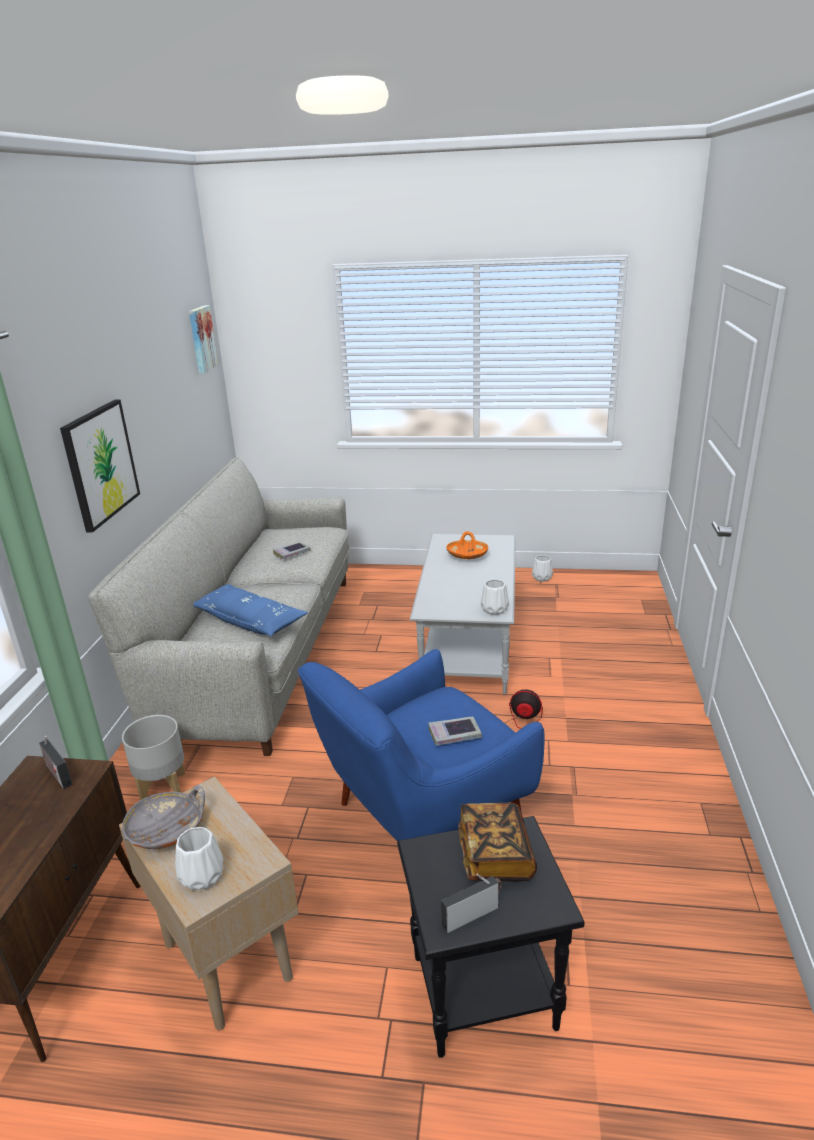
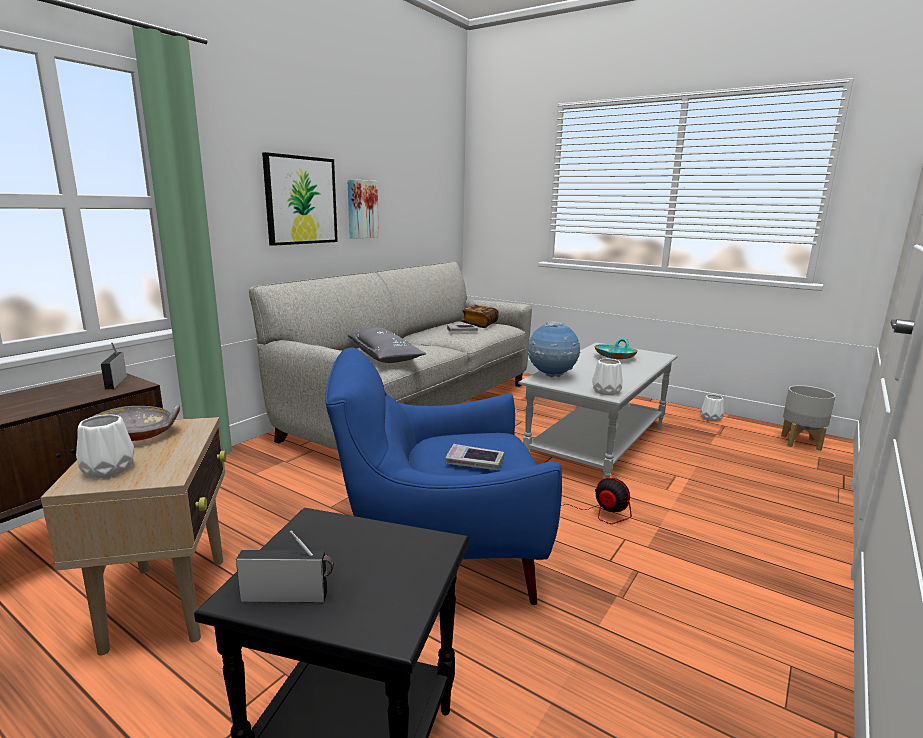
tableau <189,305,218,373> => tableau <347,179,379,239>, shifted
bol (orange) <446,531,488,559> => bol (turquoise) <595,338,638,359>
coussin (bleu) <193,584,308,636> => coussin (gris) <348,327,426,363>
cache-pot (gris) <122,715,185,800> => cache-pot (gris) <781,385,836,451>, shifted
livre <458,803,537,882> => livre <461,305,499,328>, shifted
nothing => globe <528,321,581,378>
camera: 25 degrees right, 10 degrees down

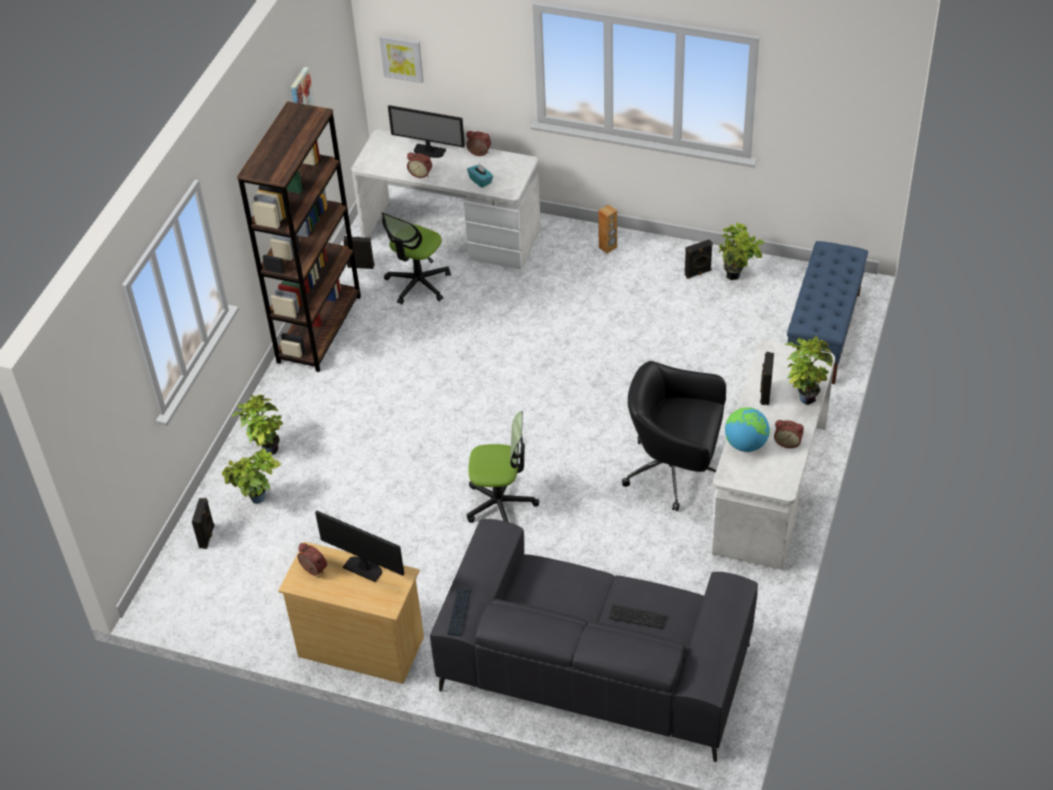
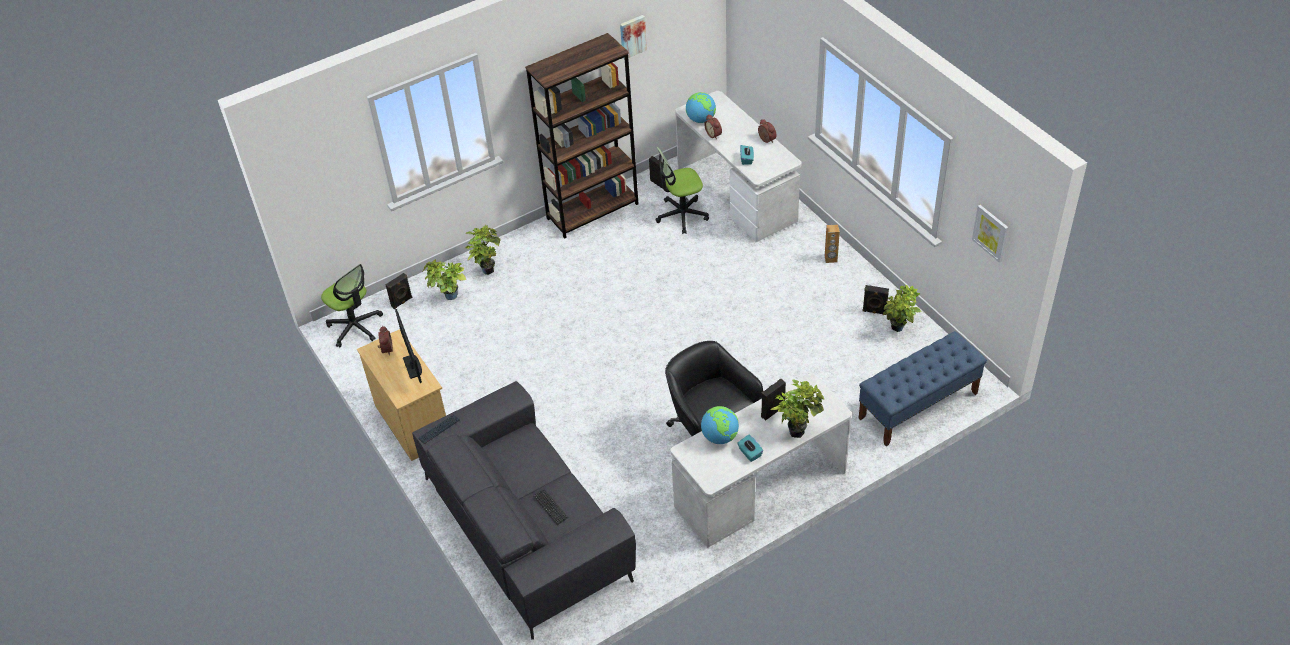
tableau <379,35,424,83> => tableau <972,205,1008,262>, shifted
écran d'ordinateur <388,105,465,158> => nothing
chaise de bureau <467,411,539,523> => chaise de bureau <321,264,383,347>, shifted
réveil <774,420,804,448> => boîte à mouchoirs (turquoise) <737,434,763,462>
nothing => globe <686,92,716,123>
camera: 40 degrees right, 0 degrees up

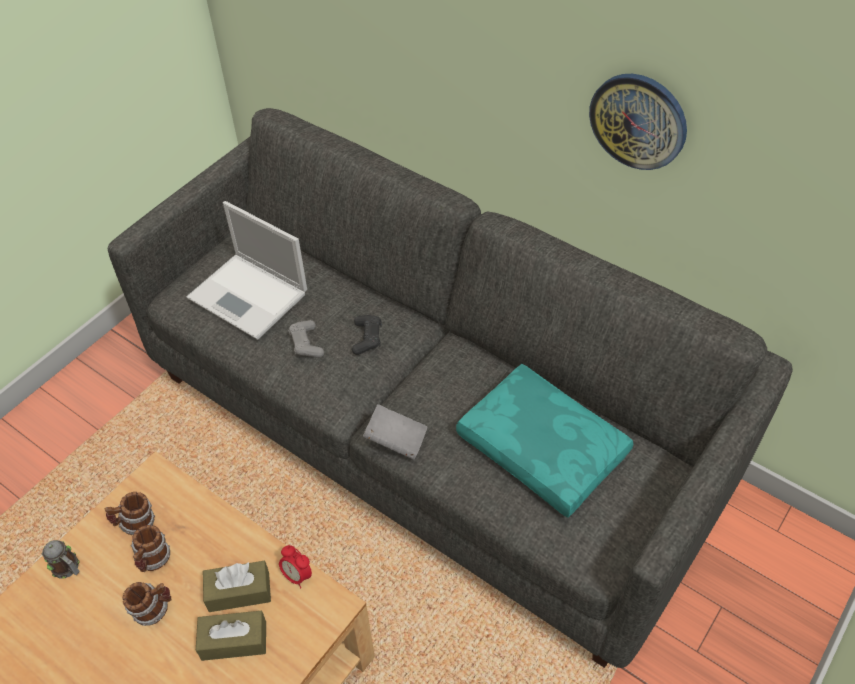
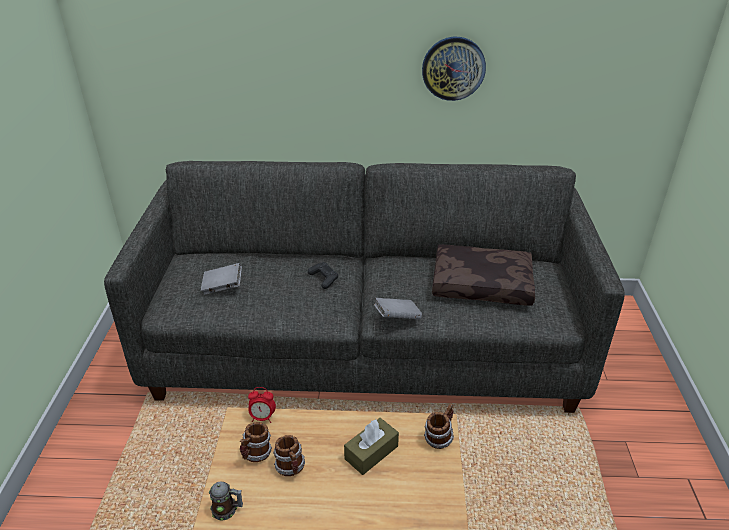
ordinateur portable <187,201,307,340> => livre (gris) <201,263,242,295>
manette (gris) <288,320,324,358> => nothing
coussin (turquoise) <456,364,634,518> => coussin (marron) <432,244,535,306>
réveil <279,545,312,588> => réveil <248,387,276,423>, shifted
mug <123,582,171,626> => mug <424,403,454,449>, shifted
boîte à mouchoirs (marron) <196,611,266,661> => nothing
camera: 35 degrees left, 15 degrees down

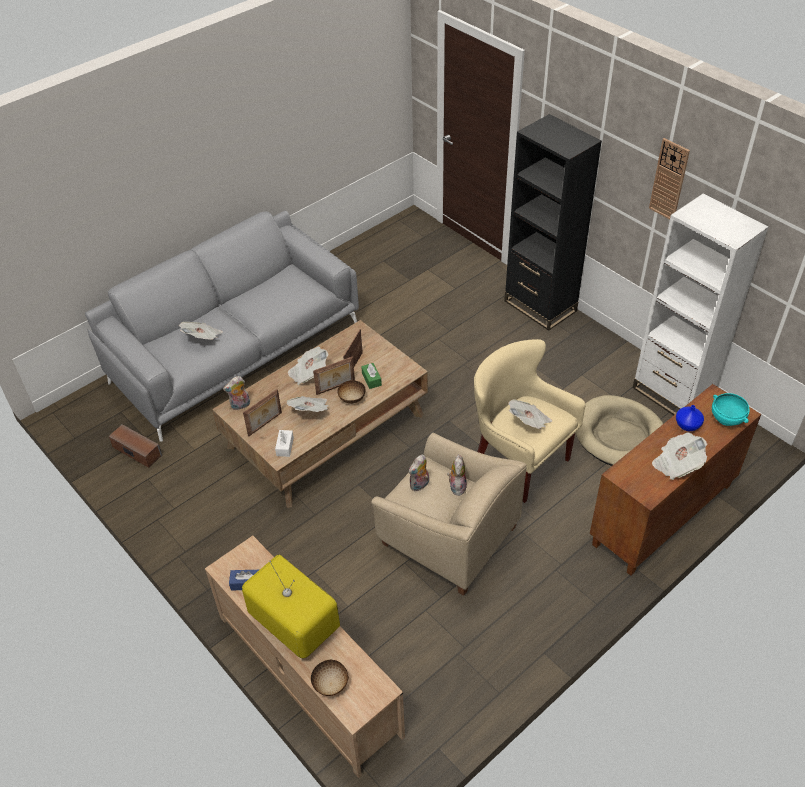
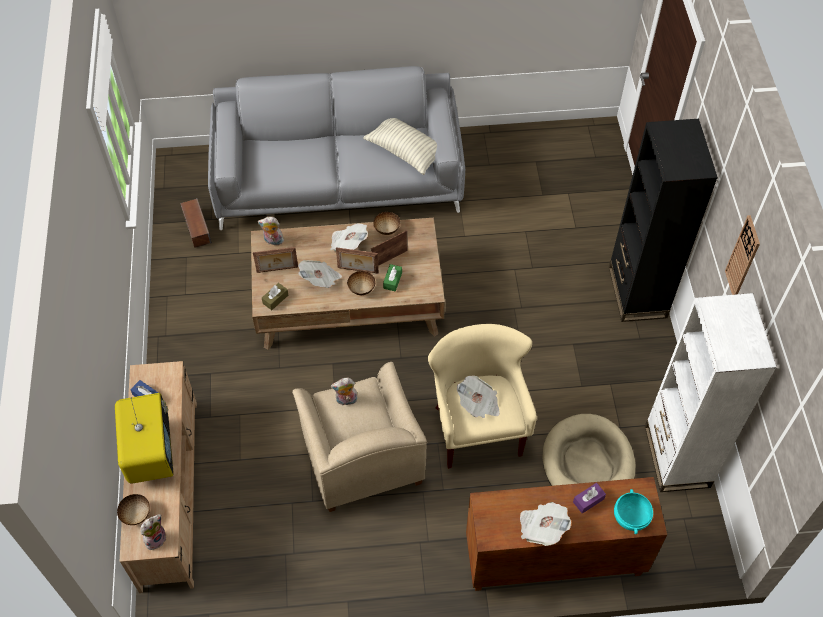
journal <179,322,223,340> => nothing
vase (bleu) <676,405,704,431> => boîte à mouchoirs (violet) <573,483,606,514>
boîte à mouchoirs (blanc) <275,430,294,457> => boîte à mouchoirs (marron) <262,283,288,310>
peluche <447,454,467,496> => peluche <140,514,167,550>, shifted
nothing => coussin <363,118,437,175>
nothing => bol <373,212,400,235>
camera: 35 degrees right, 10 degrees up

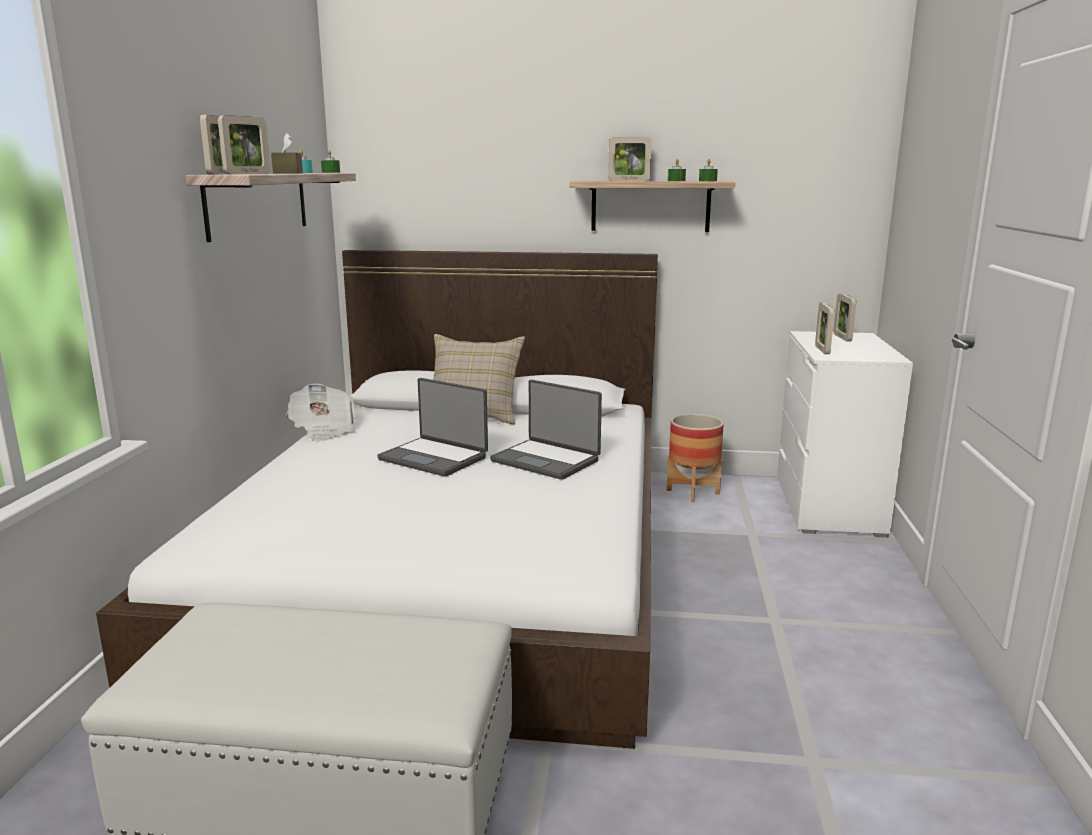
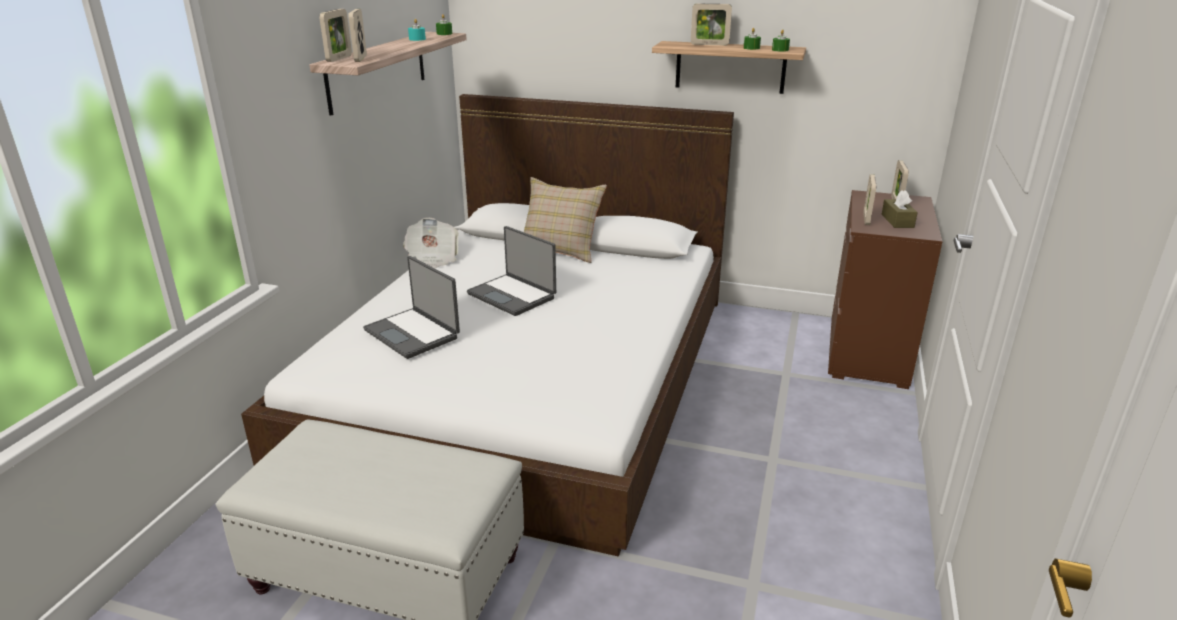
cadre photo <218,115,271,174> => cadre photo <348,9,367,62>, 135 degrees clockwise
boîte à mouchoirs (marron) <271,133,303,174> => boîte à mouchoirs (marron) <882,190,918,228>, shifted
commode (blanc) <777,331,913,538> => commode (marron) <828,190,943,389>
ordinateur portable <490,380,602,480> => ordinateur portable <363,256,460,359>, shifted
cache-pot <666,414,724,502> => nothing
camera: 10 degrees right, 10 degrees up

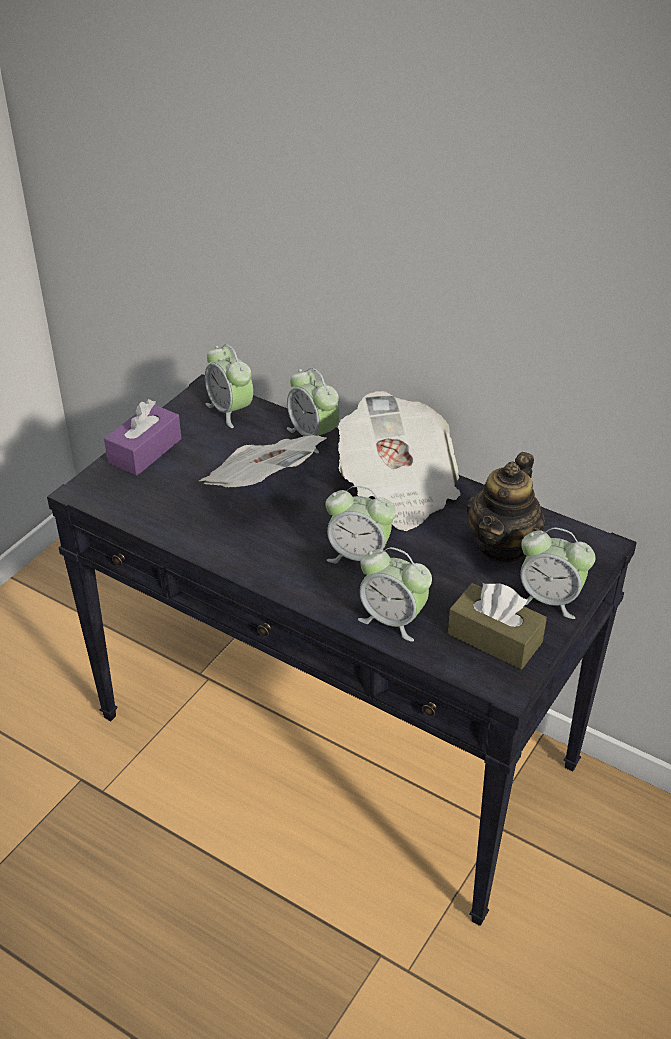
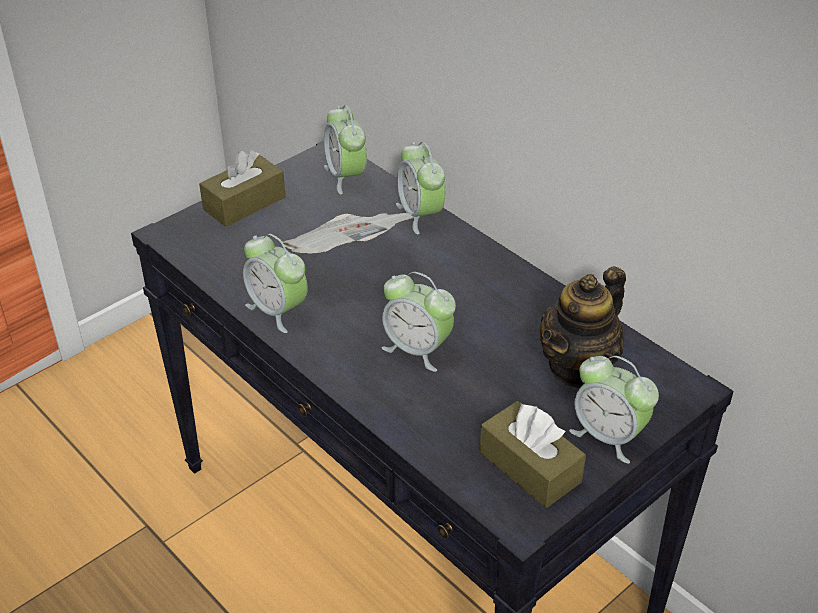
journal <338,391,460,531> => nothing
boîte à mouchoirs (violet) <104,399,181,476> => boîte à mouchoirs (marron) <199,150,285,227>
réveil <358,547,432,641> => réveil <243,234,308,333>, shifted
camera: 15 degrees right, 0 degrees up

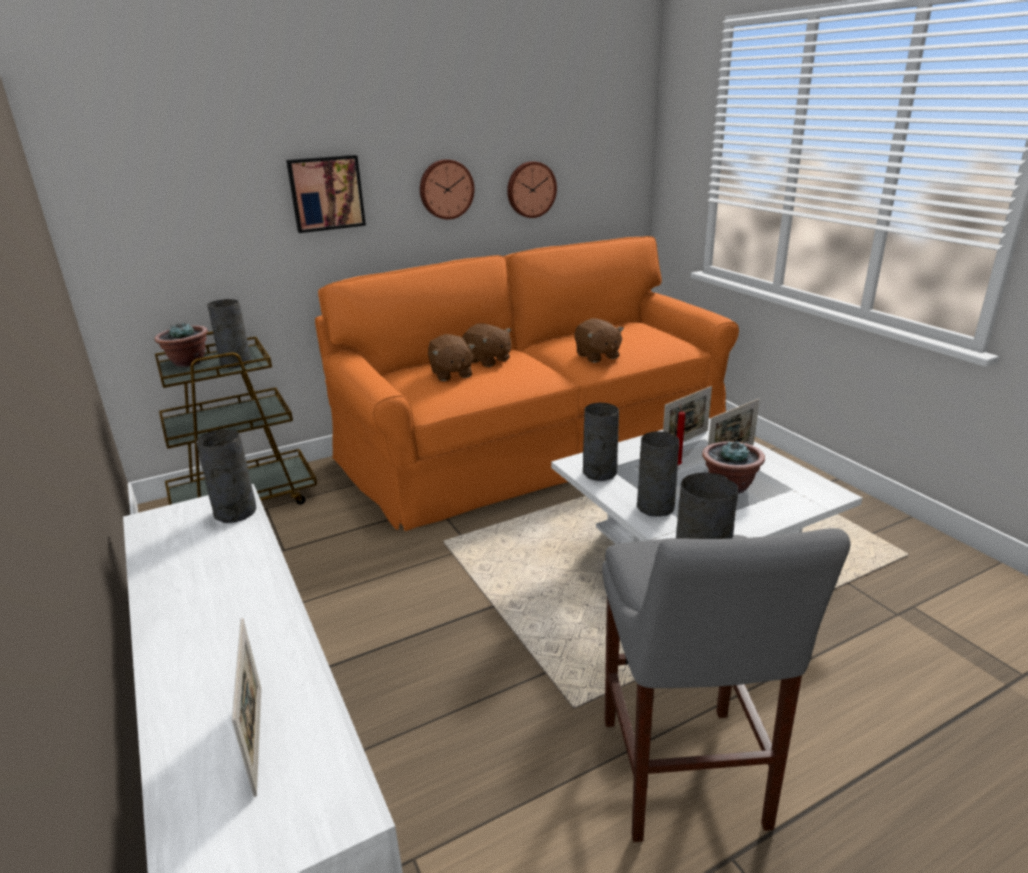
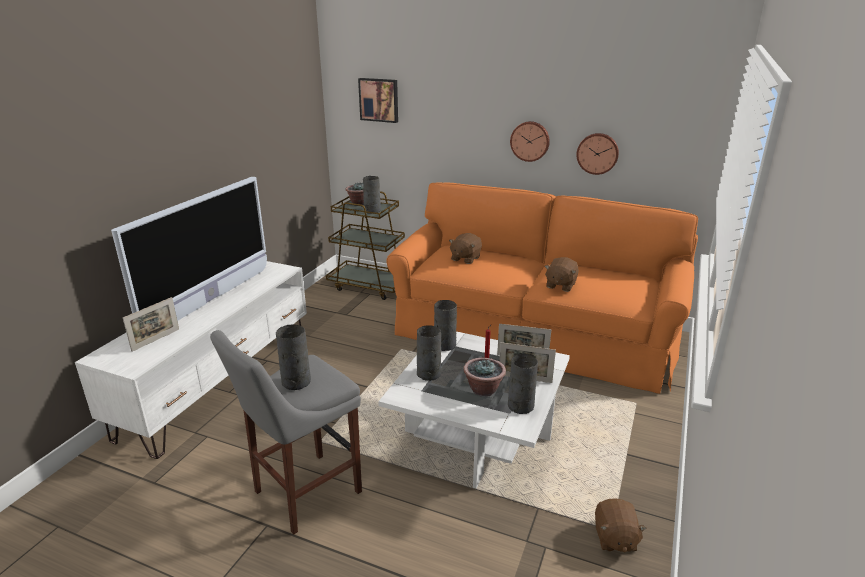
tableau <286,155,366,233> => tableau <358,78,398,123>, shifted
peluche (marron) <462,323,511,367> => peluche (marron) <595,499,647,552>, shifted
vase (gris) <196,429,256,523> => vase (gris) <508,354,538,414>, shifted
nothing => téléviseur <111,177,267,321>
camera: 50 degrees right, 0 degrees up

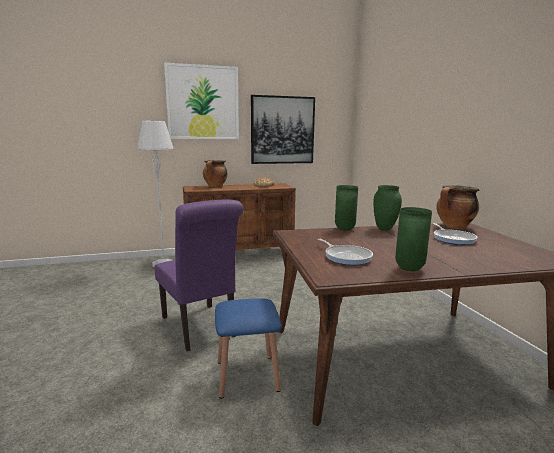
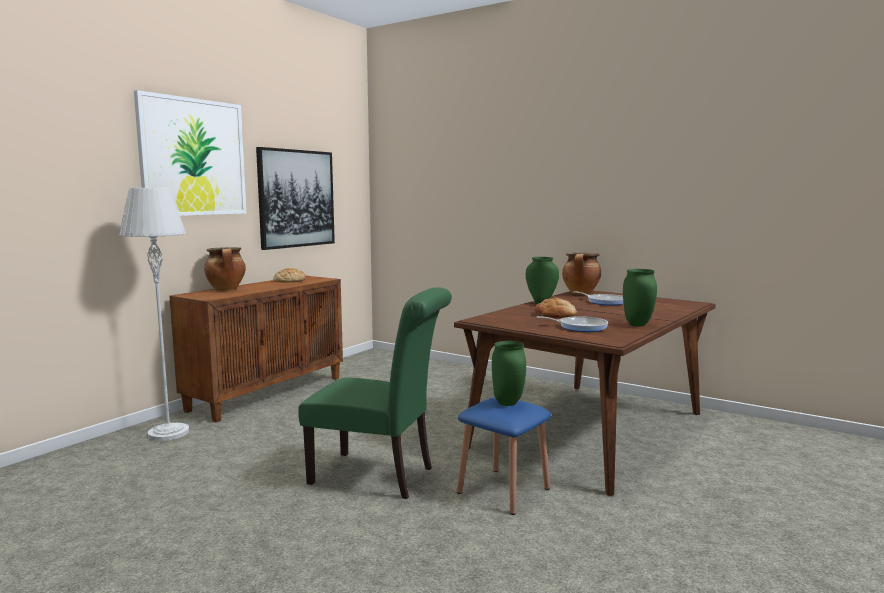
vase (vert) <335,185,358,231> => vase (vert) <492,341,526,406>, shifted
chaise (violet) <154,200,243,351> => chaise (vert) <298,287,452,499>
nothing => pain <535,298,577,318>
camera: 40 degrees left, 5 degrees down

